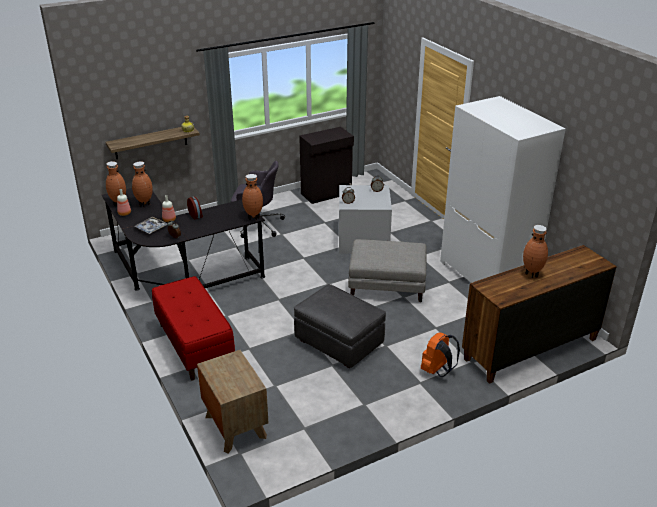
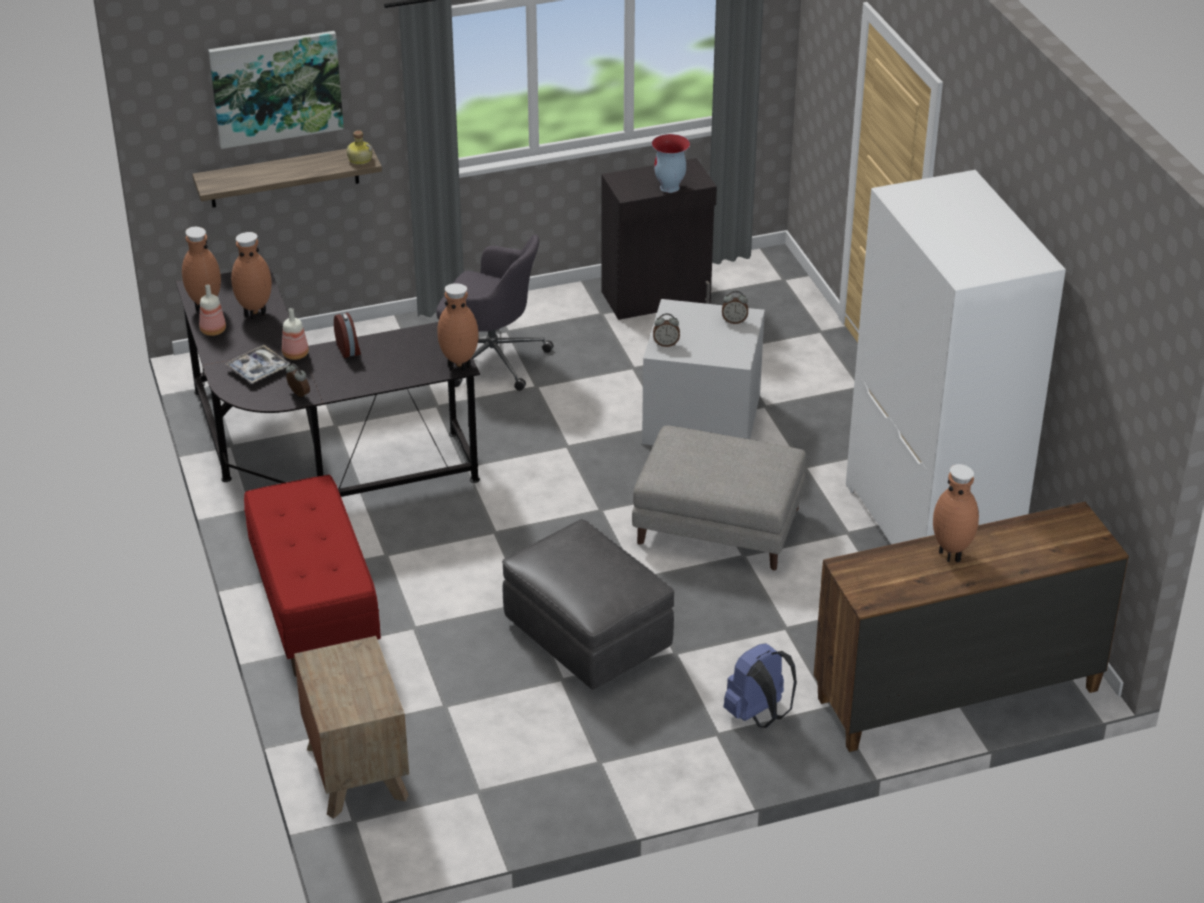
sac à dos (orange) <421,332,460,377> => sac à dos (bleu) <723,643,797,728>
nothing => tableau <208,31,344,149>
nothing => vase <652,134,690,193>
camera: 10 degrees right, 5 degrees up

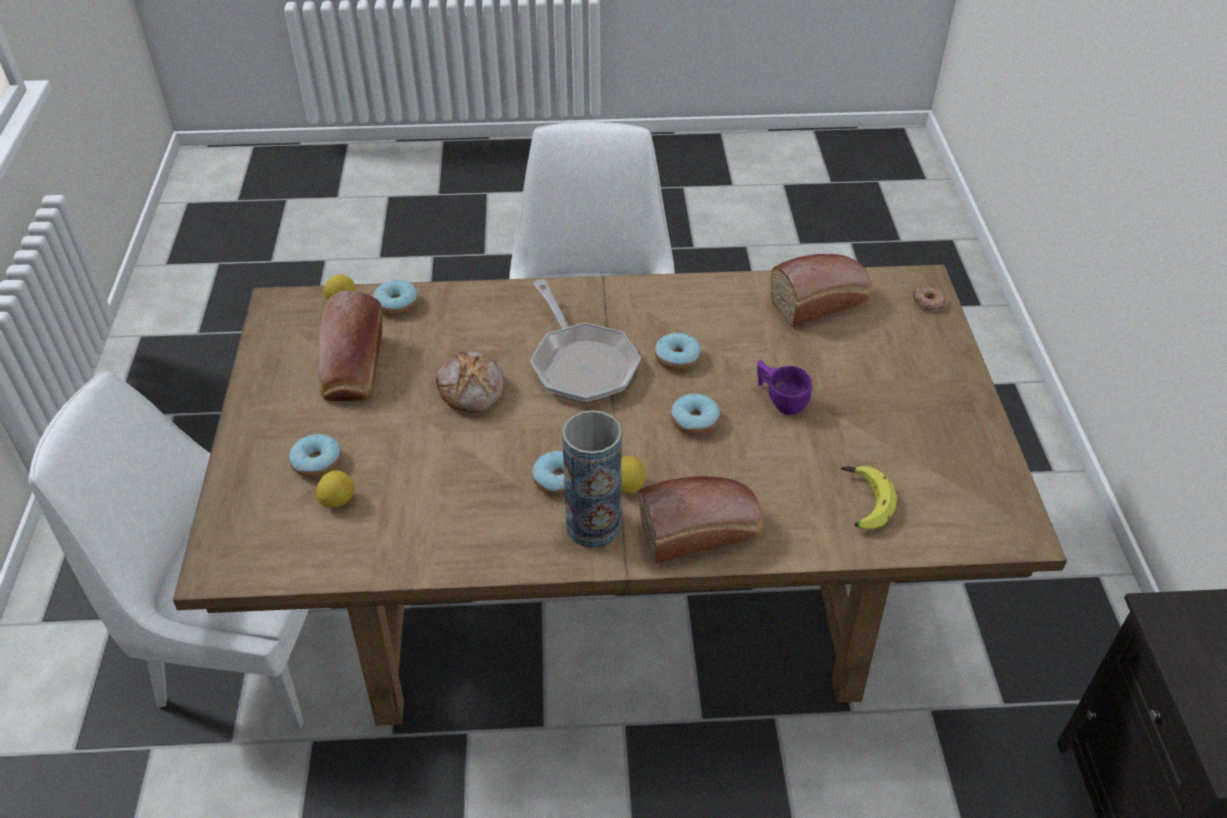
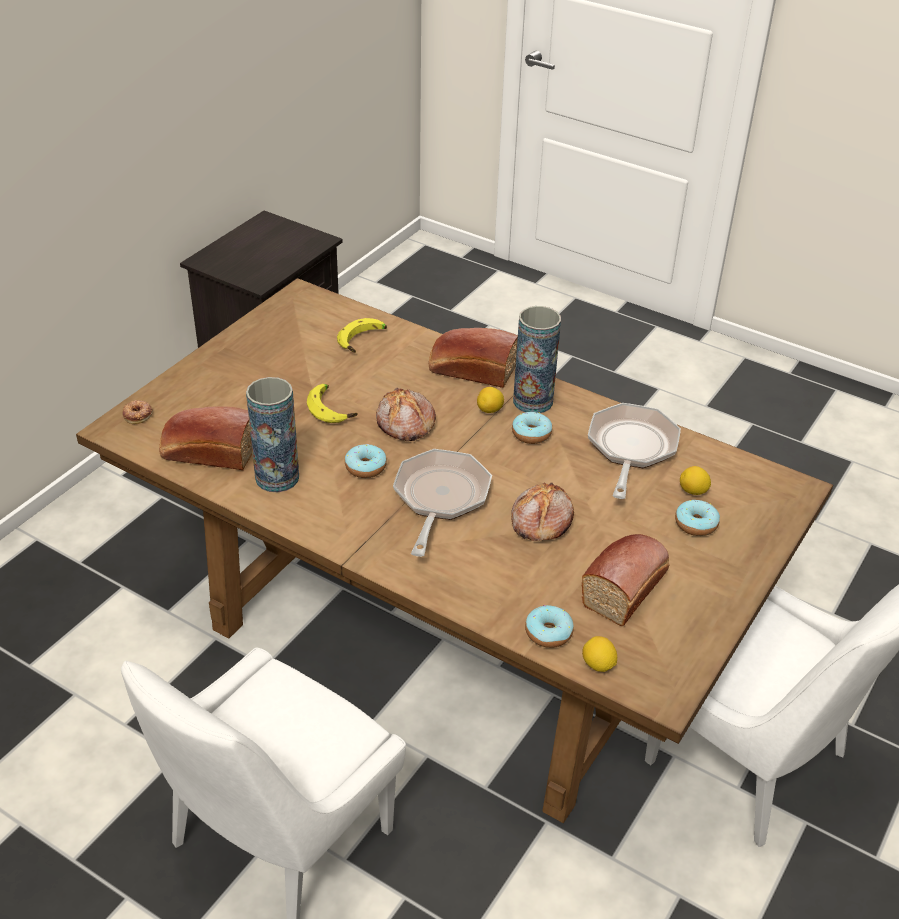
tasse (violet) <757,360,812,415> => banane <307,384,358,423>
beignet <671,394,720,435> => pain <376,388,436,441>
nothing => vase <246,377,299,492>
nothing => poêle <588,403,681,499>
camera: 145 degrees left, 5 degrees down

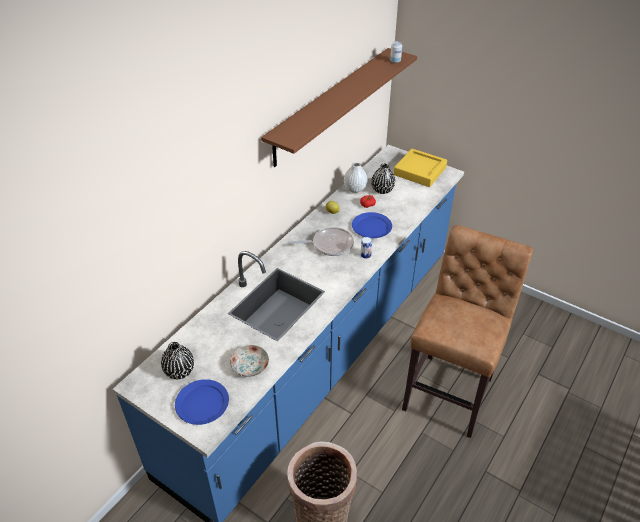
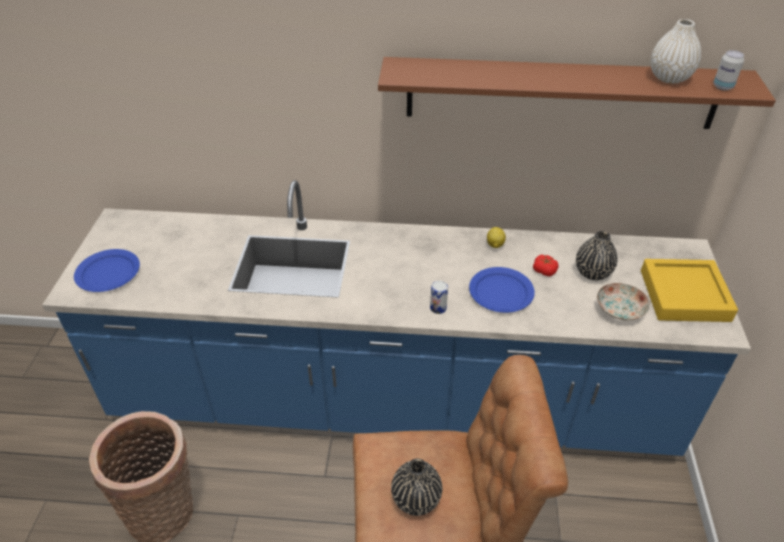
vase (blanc) <344,162,368,193> => vase (blanc) <651,19,701,84>, shifted
poêle <290,227,354,256> => nothing
vase (noir) <161,342,194,379> => vase (noir) <391,458,442,516>, shifted
assiette <230,345,269,377> => assiette <597,283,650,321>, shifted
camera: 60 degrees right, 0 degrees up

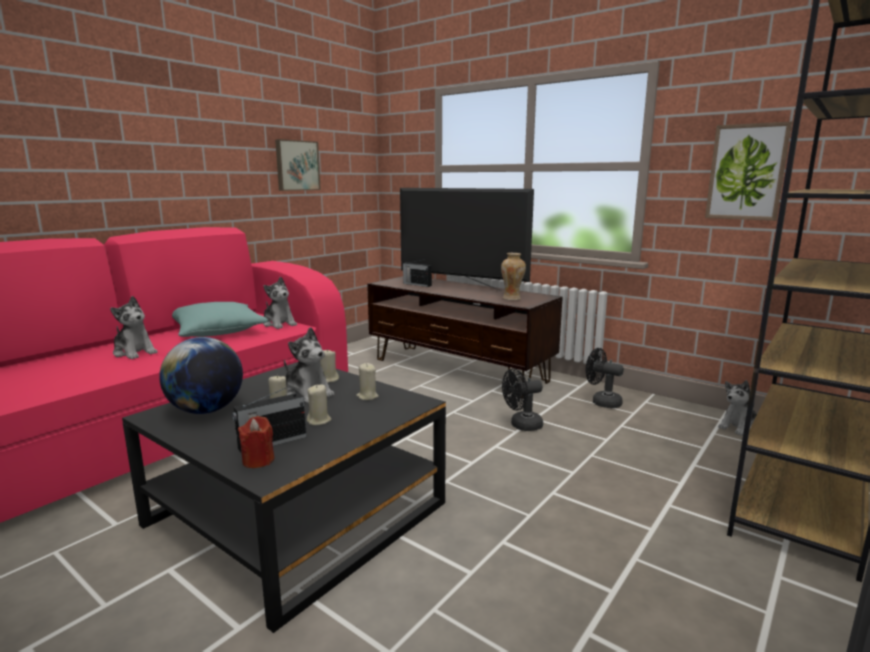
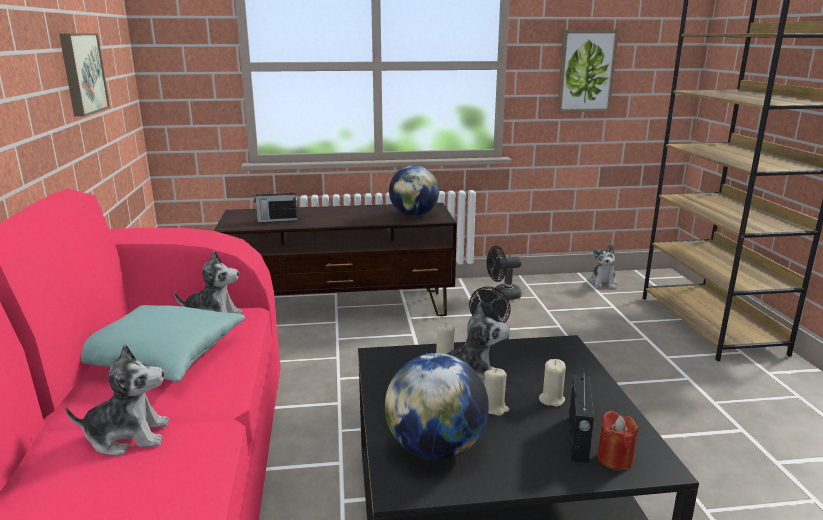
téléviseur <400,188,534,291> => nothing
vase <501,253,526,300> => globe <389,165,439,216>
bougie (beige) <356,363,379,400> => nothing
camera: 45 degrees left, 5 degrees up

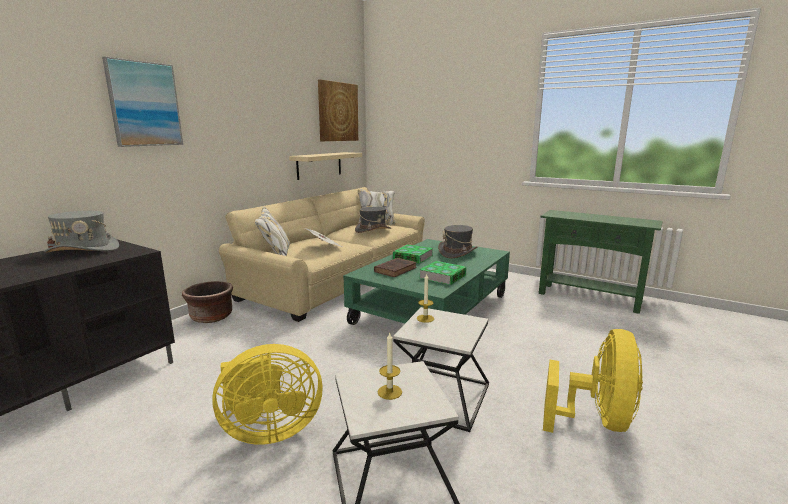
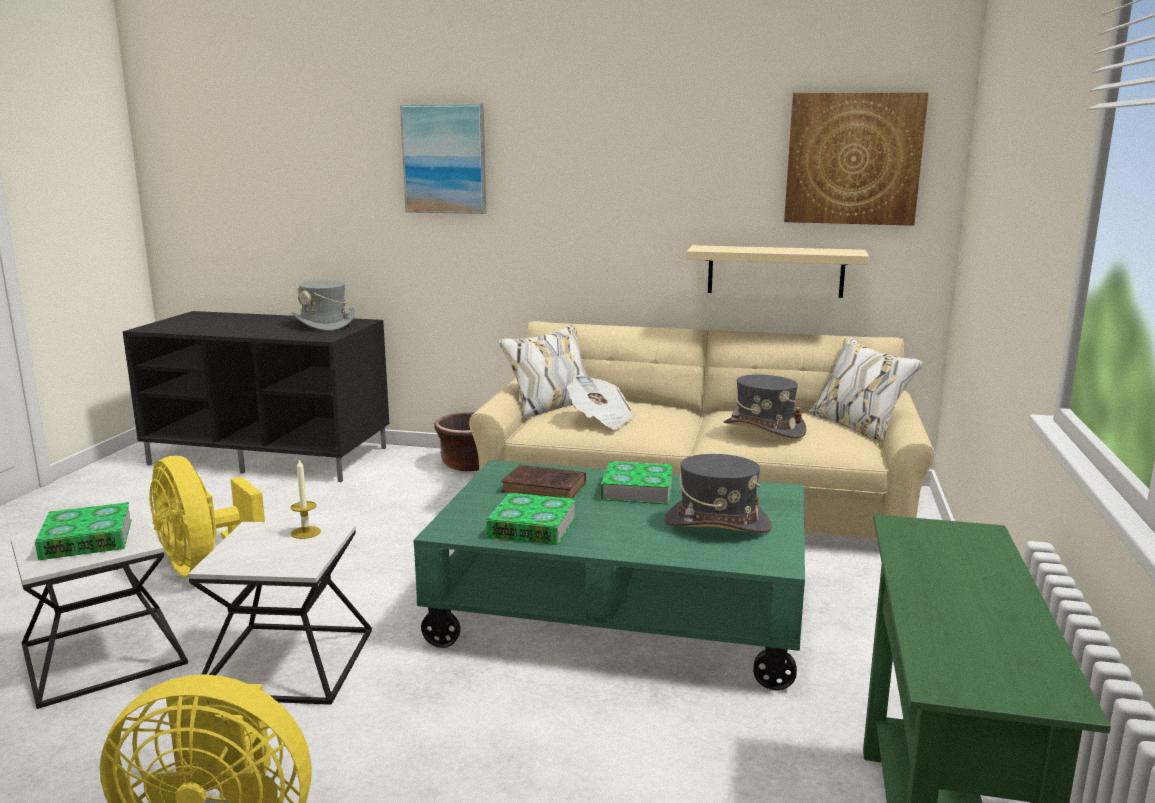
bougie <378,333,402,400> => livre <35,502,132,560>
camera: 70 degrees right, 0 degrees up

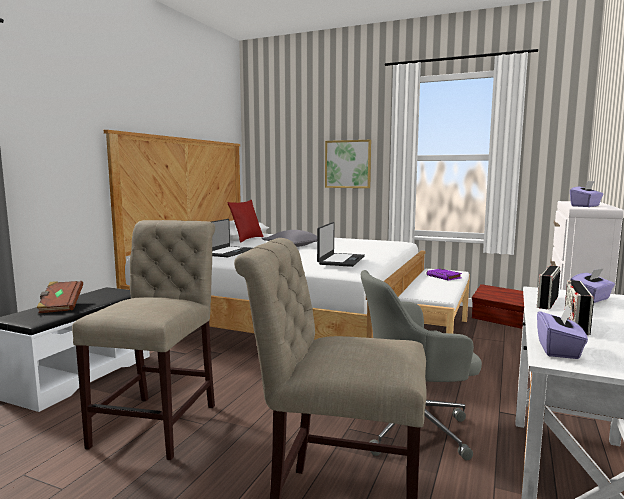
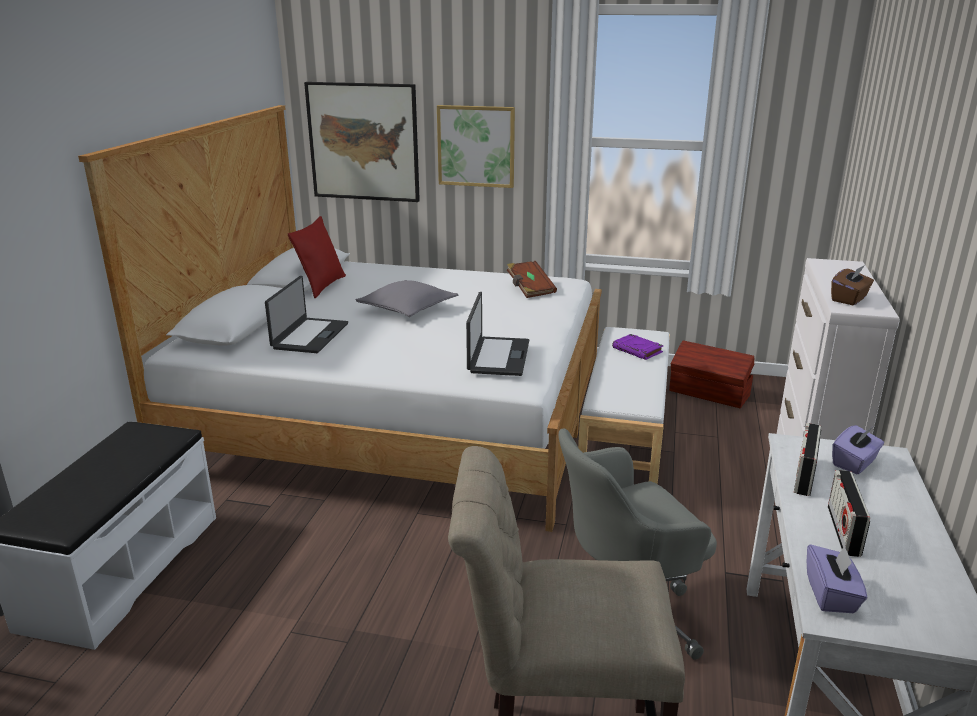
boîte à mouchoirs (violet) <570,181,604,207> => boîte à mouchoirs (marron) <831,265,874,305>
chaise (beige) <72,220,215,460> => nothing
livre (marron) <36,281,83,313> => livre (marron) <507,261,557,298>, shifted
nothing => tableau <304,82,420,202>
camera: 10 degrees left, 15 degrees up

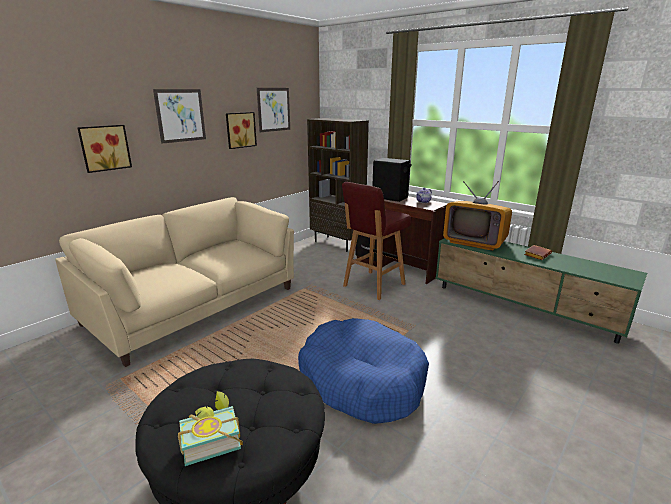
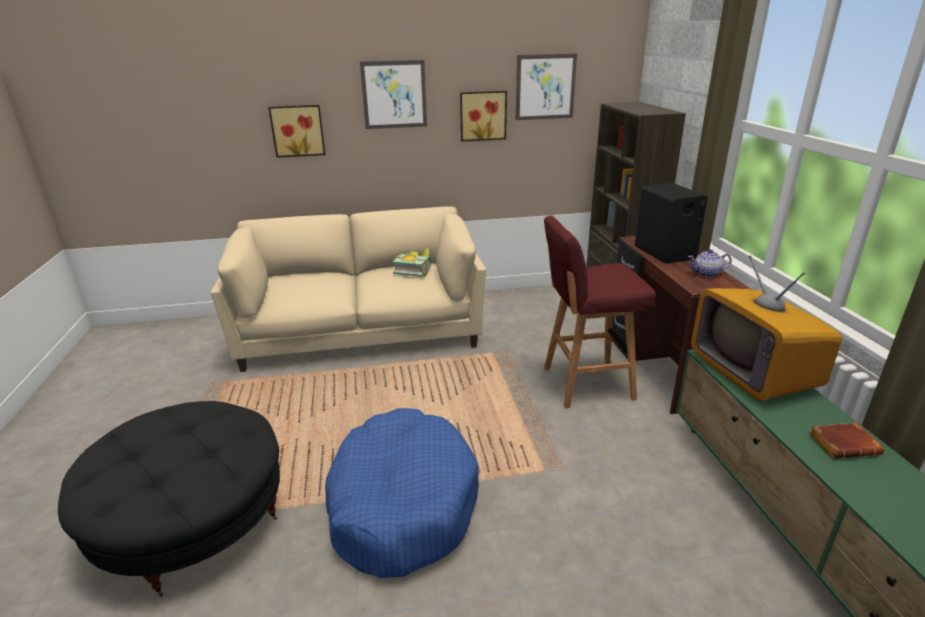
livre <178,391,243,466> => livre <392,248,431,277>, shifted
camera: 40 degrees right, 5 degrees up

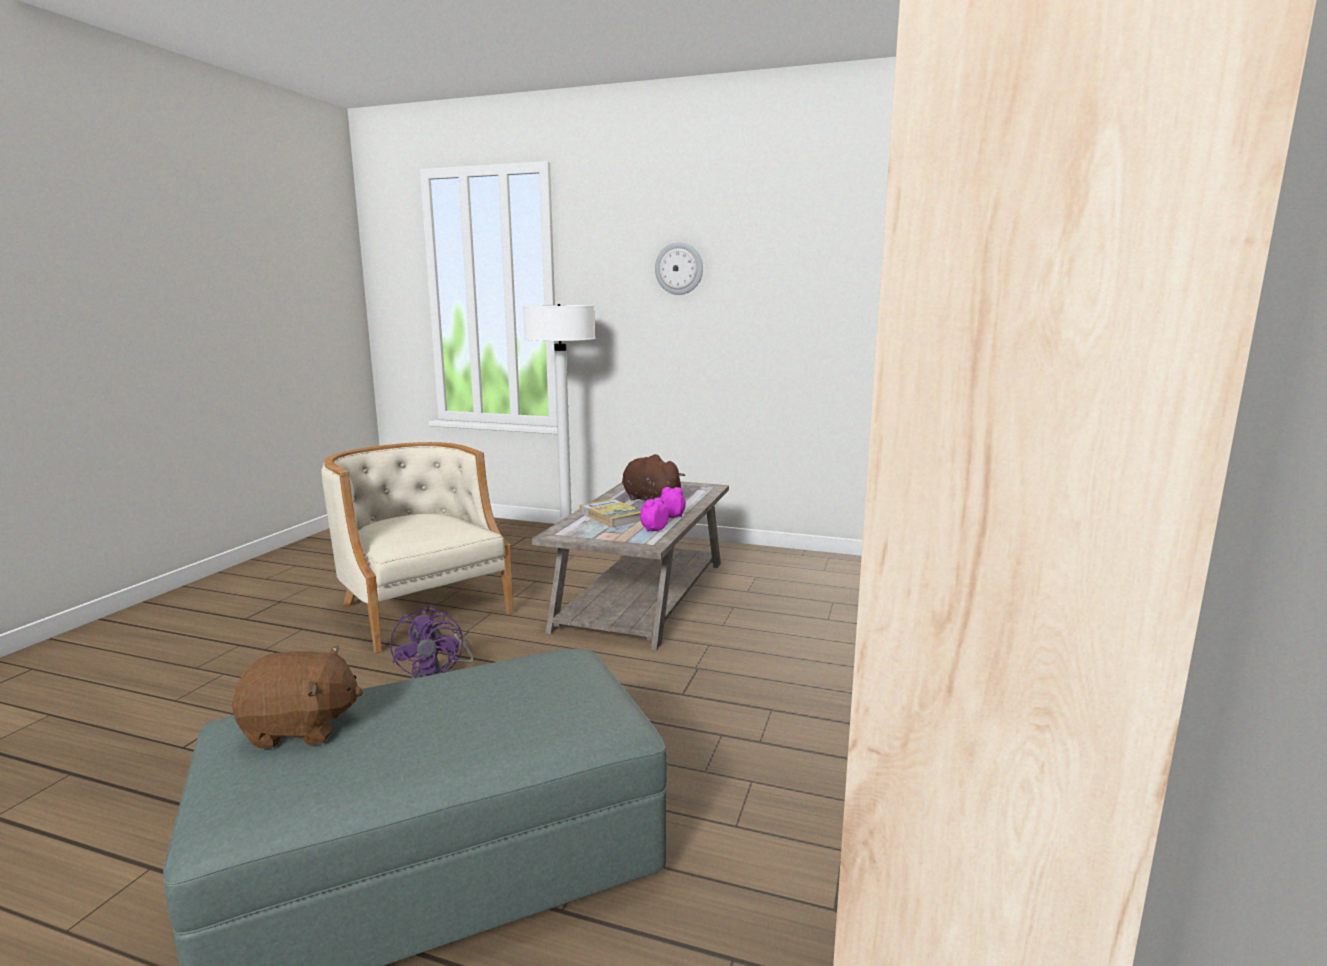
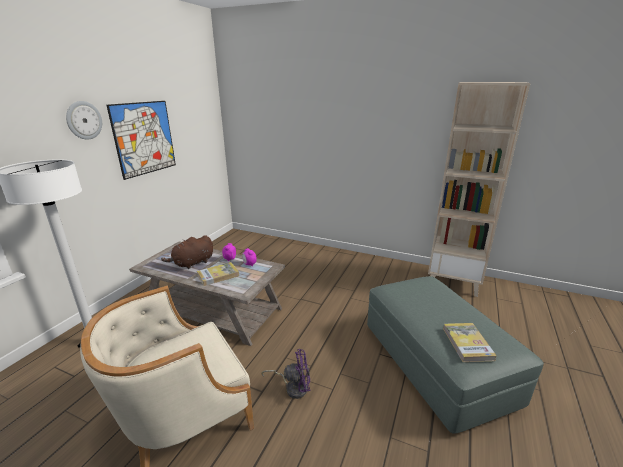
peluche (marron) <232,645,363,749> => livre <443,323,497,362>
nothing => tableau <106,101,176,180>
camera: 85 degrees left, 10 degrees up

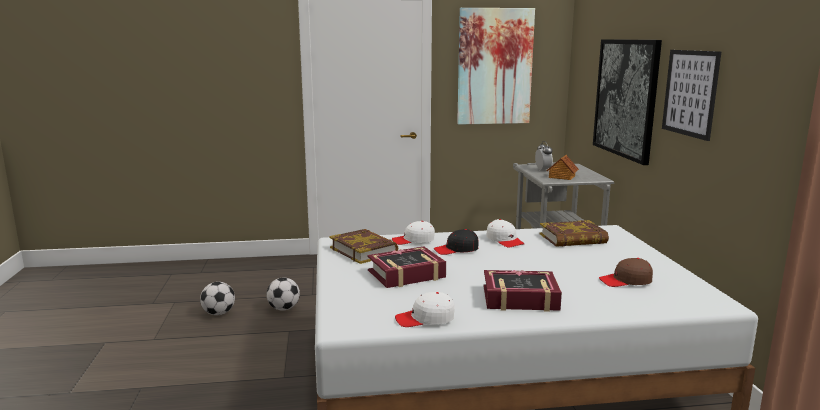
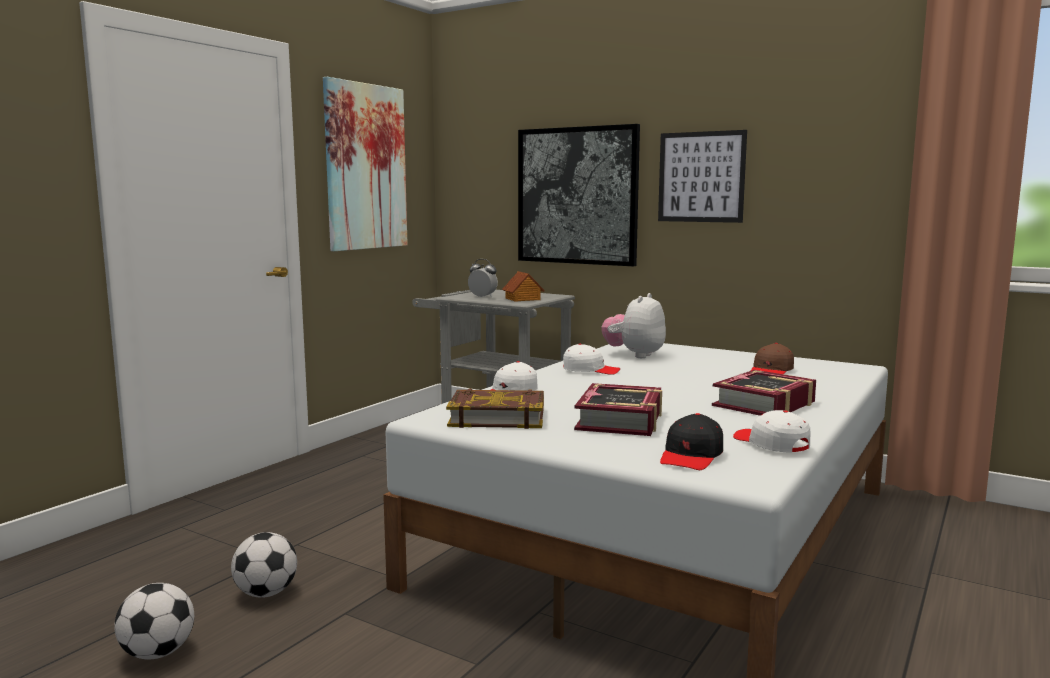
livre <540,220,609,247> => peluche <602,293,666,358>
casquette (noir) <434,229,479,255> => casquette (noir) <660,413,723,470>, shifted
casquette (blanc) <395,292,455,327> => casquette (blanc) <733,410,810,452>, 120 degrees clockwise
camera: 50 degrees left, 5 degrees down

